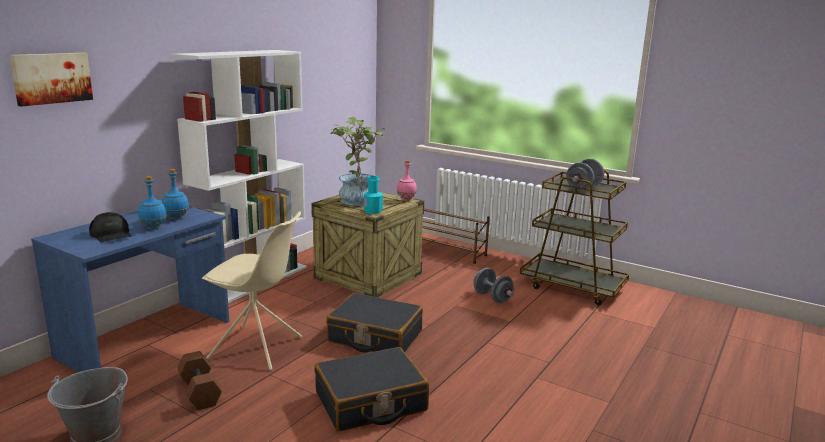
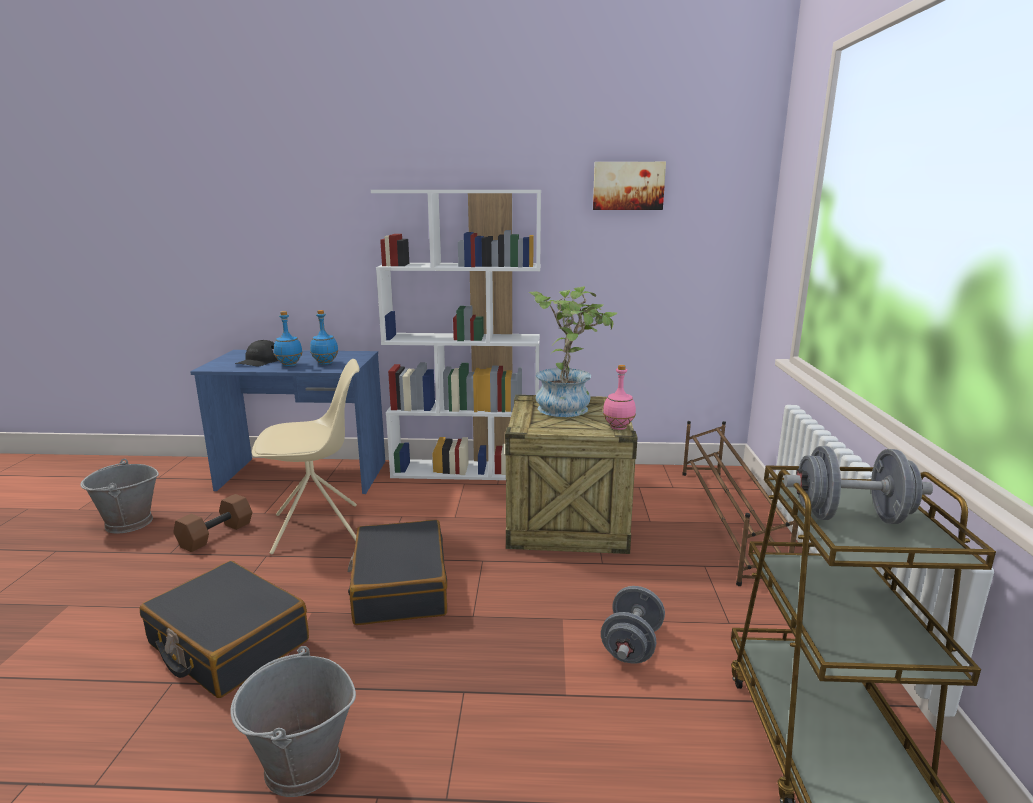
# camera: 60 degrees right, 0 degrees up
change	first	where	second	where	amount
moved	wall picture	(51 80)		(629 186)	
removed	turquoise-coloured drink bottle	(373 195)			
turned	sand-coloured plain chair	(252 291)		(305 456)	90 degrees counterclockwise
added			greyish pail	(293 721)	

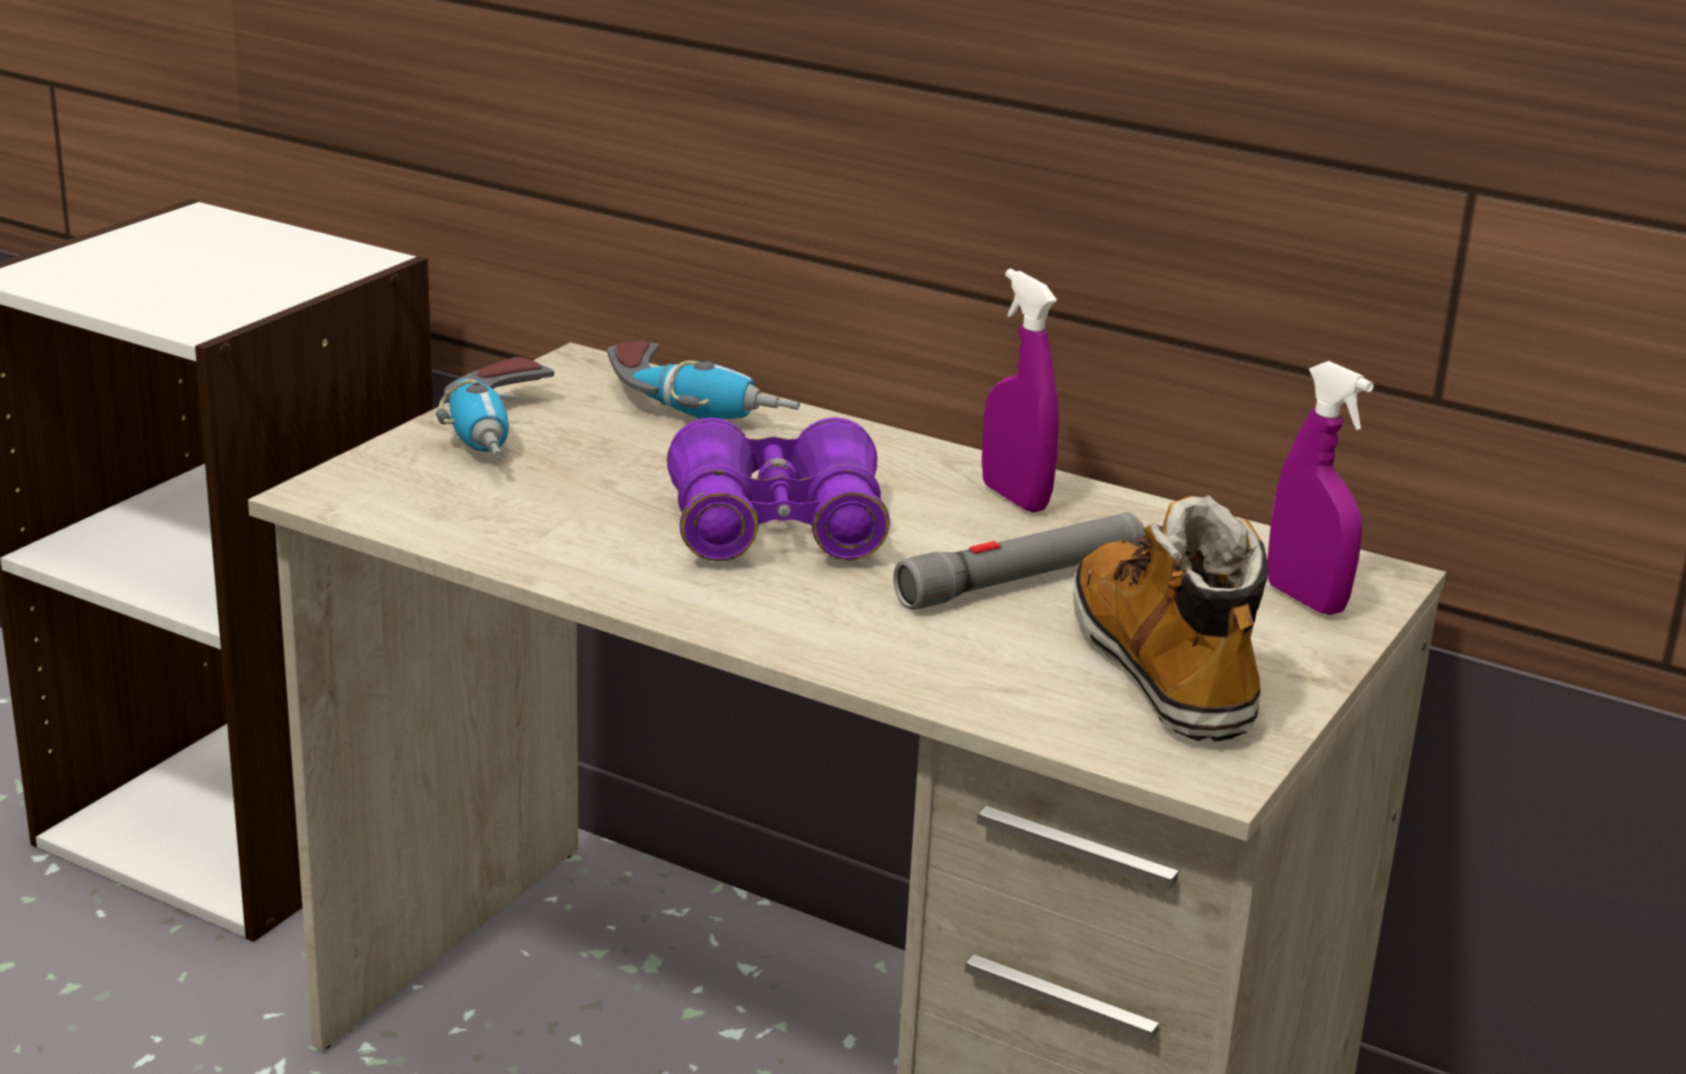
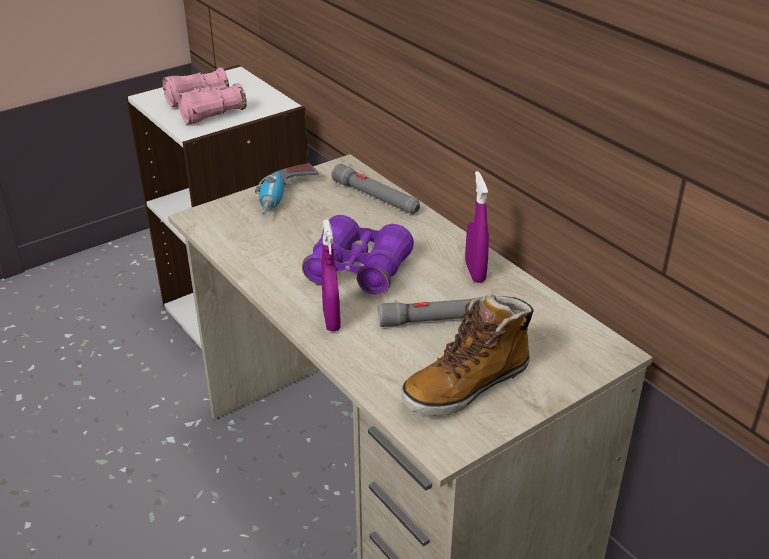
# camera: 25 degrees right, 10 degrees up
change	first	where	second	where	amount
replaced	electric drill	(703 380)	greyish hand torch	(375 189)	
moved	purple-coloured spray bottle	(1320 488)		(331 275)	
turned	high-top boot	(1171 618)		(467 354)	135 degrees counterclockwise
added			pink field glasses	(204 96)	

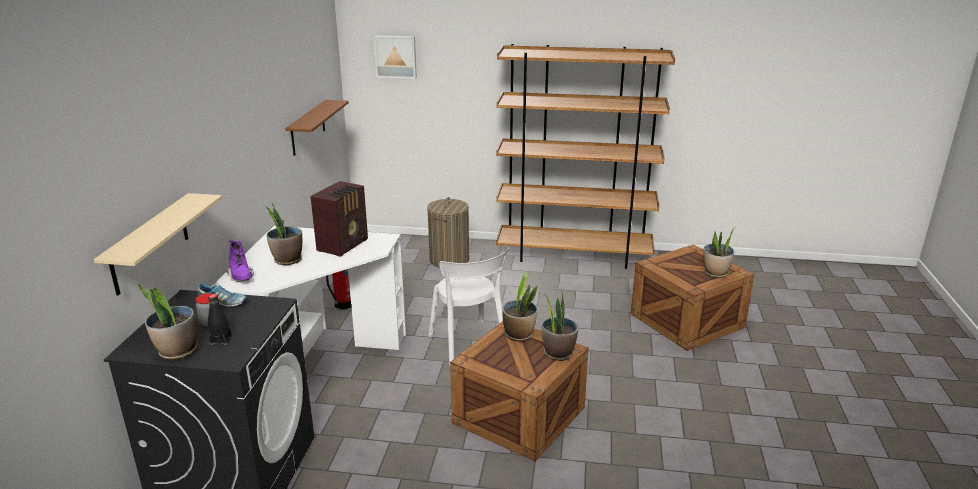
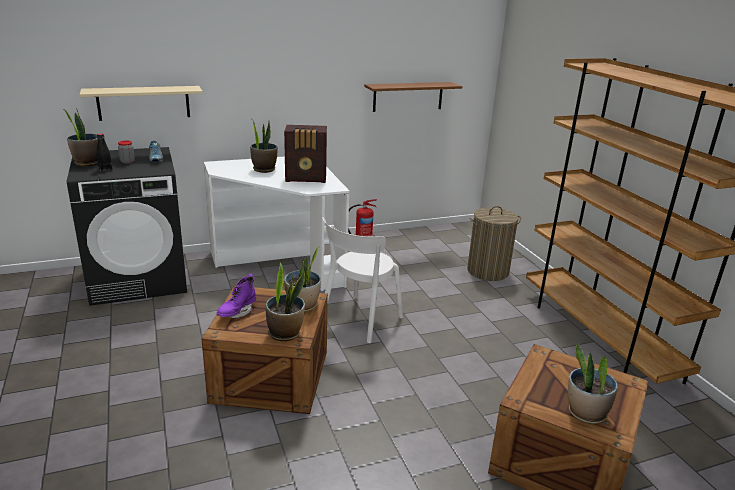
# camera: 60 degrees right, 0 degrees up
change	first	where	second	where	amount
removed	wall picture	(395 57)			
moved	purple-coloured high-top boot	(240 261)		(236 296)	

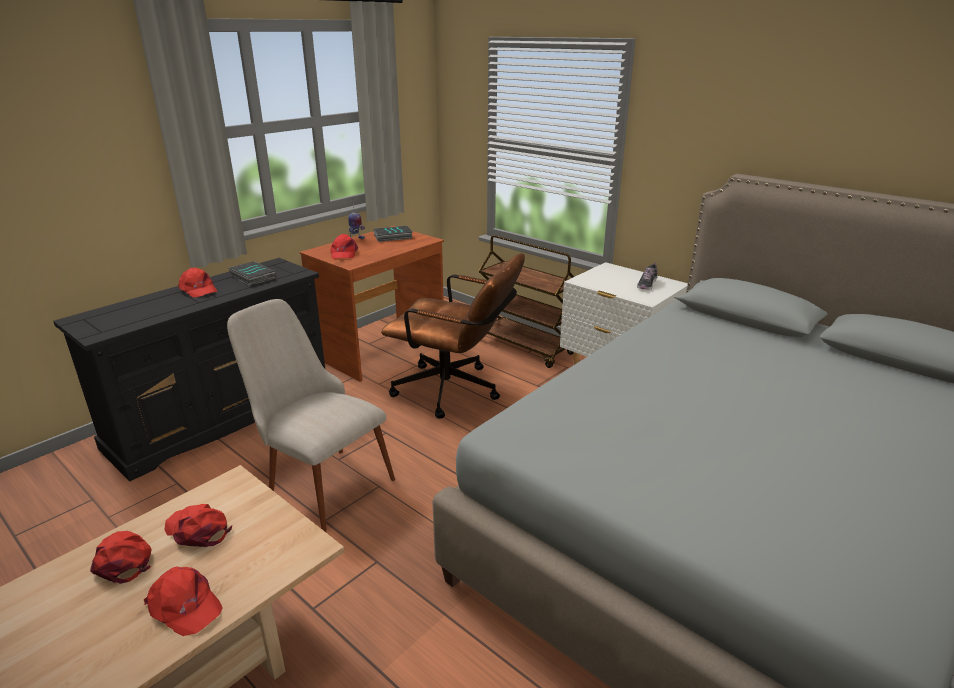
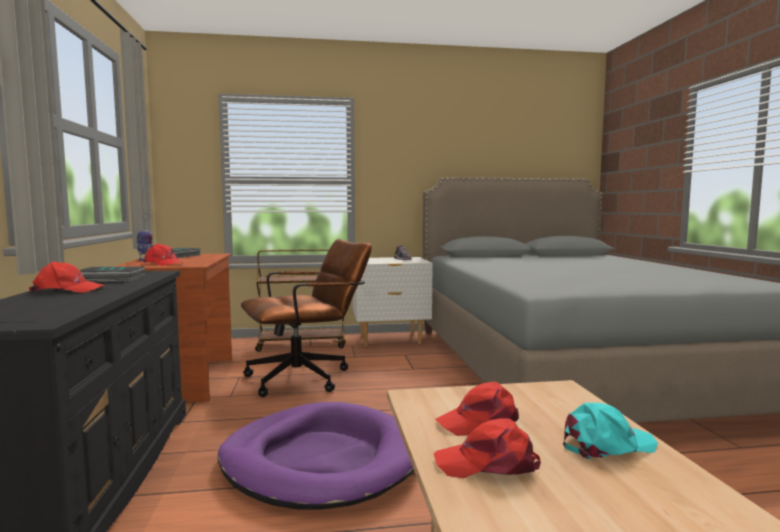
# camera: 50 degrees left, 20 degrees down
change	first	where	second	where	amount
replaced	sand-coloured plain chair	(311 415)	purple-coloured pet bed	(316 456)	
recoloured	red cap	(183 601)	turquoise-coloured cap	(610 431)	

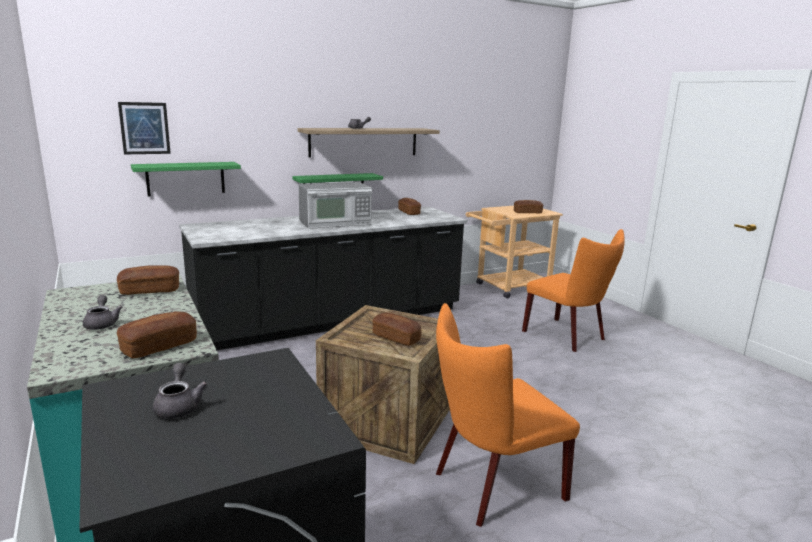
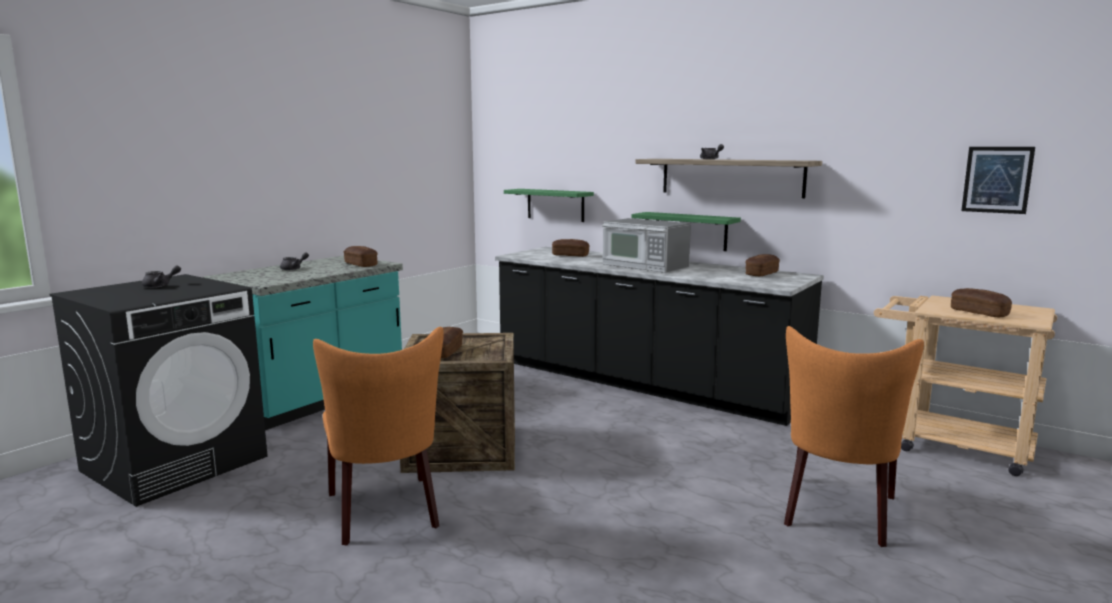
# camera: 65 degrees right, 5 degrees down
change	first	where	second	where	amount
moved	wall picture	(144 128)		(998 180)	
turned	orange-coloured plain chair	(508 415)		(378 436)	150 degrees counterclockwise
moved	bread	(157 334)		(570 248)	

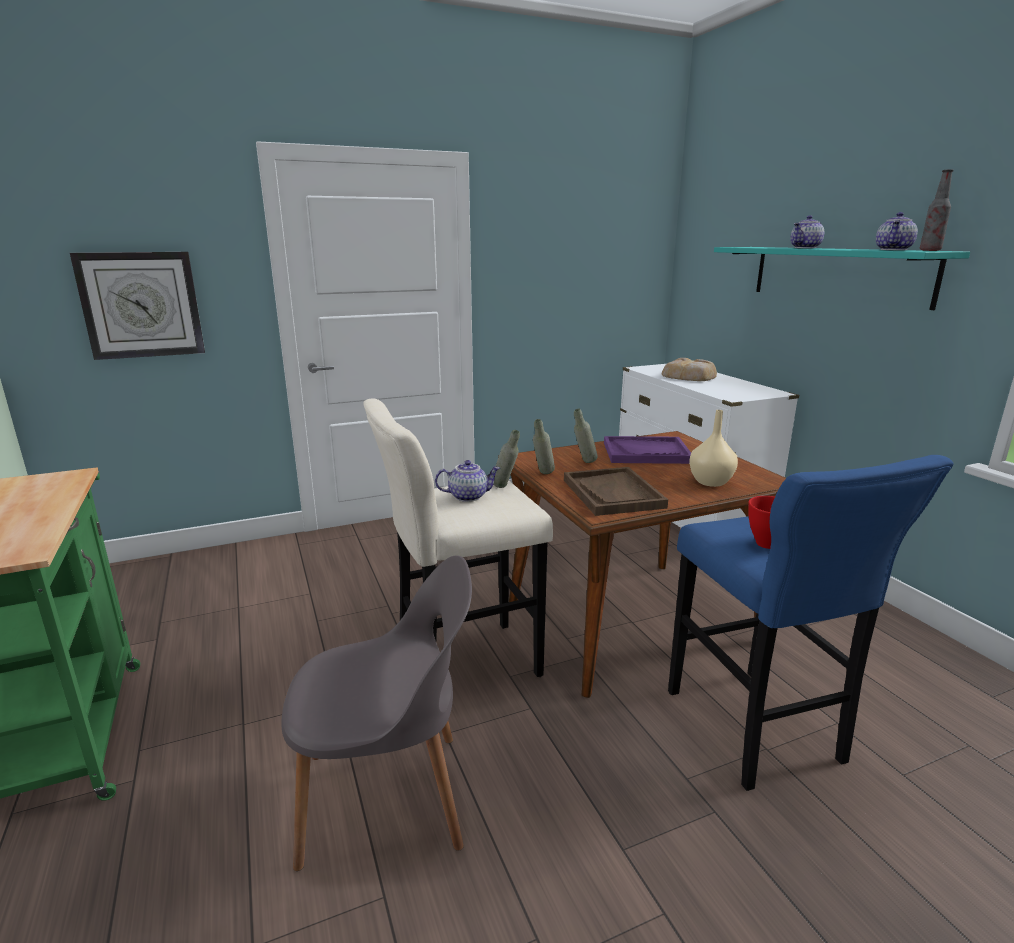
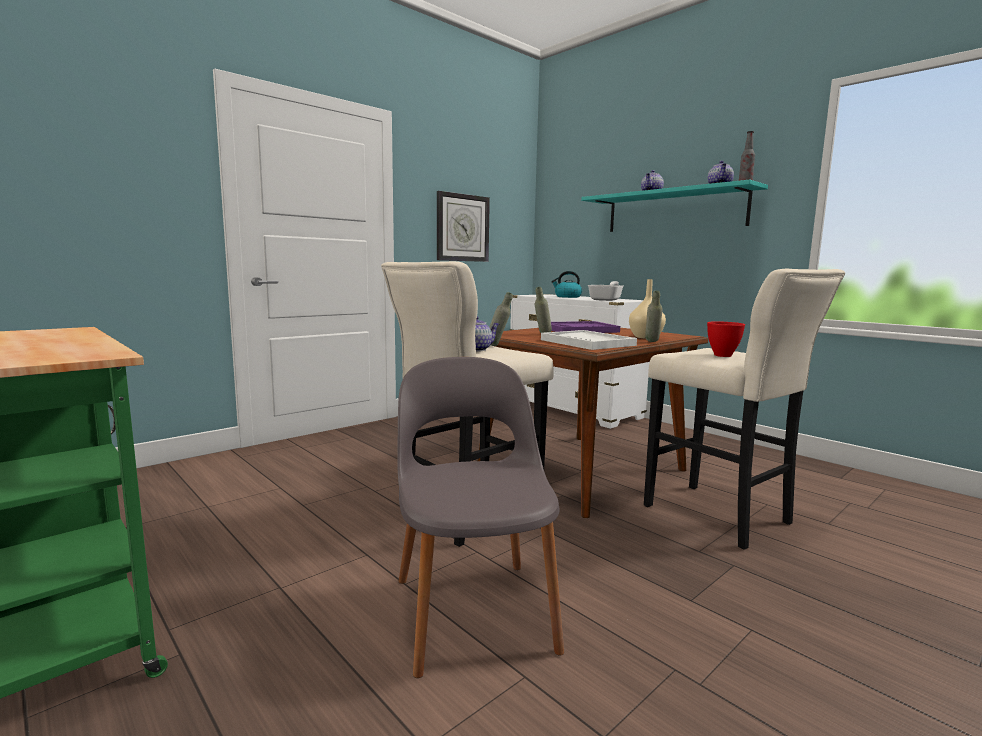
# camera: 20 degrees left, 10 degrees down
change	first	where	second	where	amount
moved	clock on the wall	(137 306)		(463 226)	
replaced	bread	(689 369)	kettle	(566 284)	
moved	greyish drink bottle	(544 446)		(654 316)	
recoloured	bluish stool	(811 623)	sand-coloured stool	(744 409)	
recoloured	brown-coloured serving tray	(616 491)	white-coloured serving tray	(589 340)	
turned	greyish plain chair	(377 713)		(480 517)	75 degrees counterclockwise
added			skillet	(605 291)	

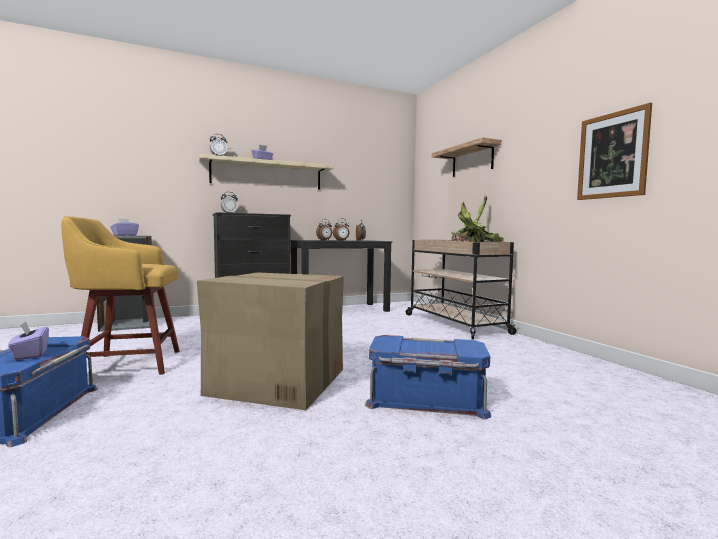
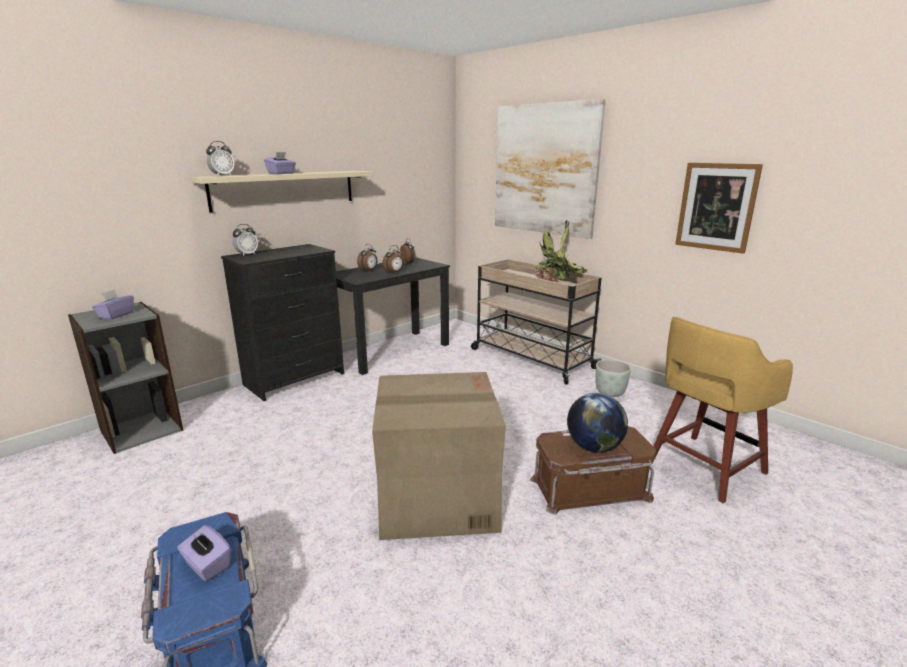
# camera: 20 degrees left, 15 degrees up
change	first	where	second	where	amount
replaced	shelf	(466 157)	wall picture	(550 169)	
moved	yellow stool	(120 295)		(723 410)	
recoloured	bluish storage container	(428 377)	brown-coloured storage container	(593 470)	
added			greyish plant pot	(613 378)	
added			globe	(597 422)	

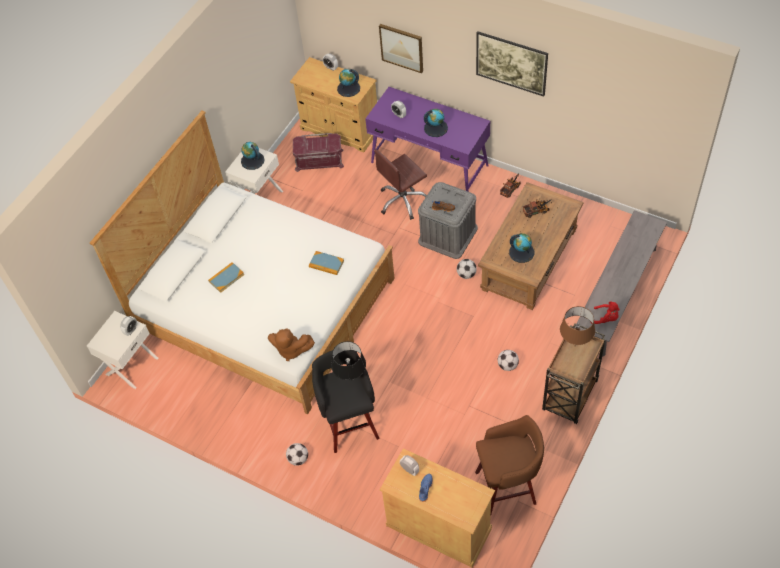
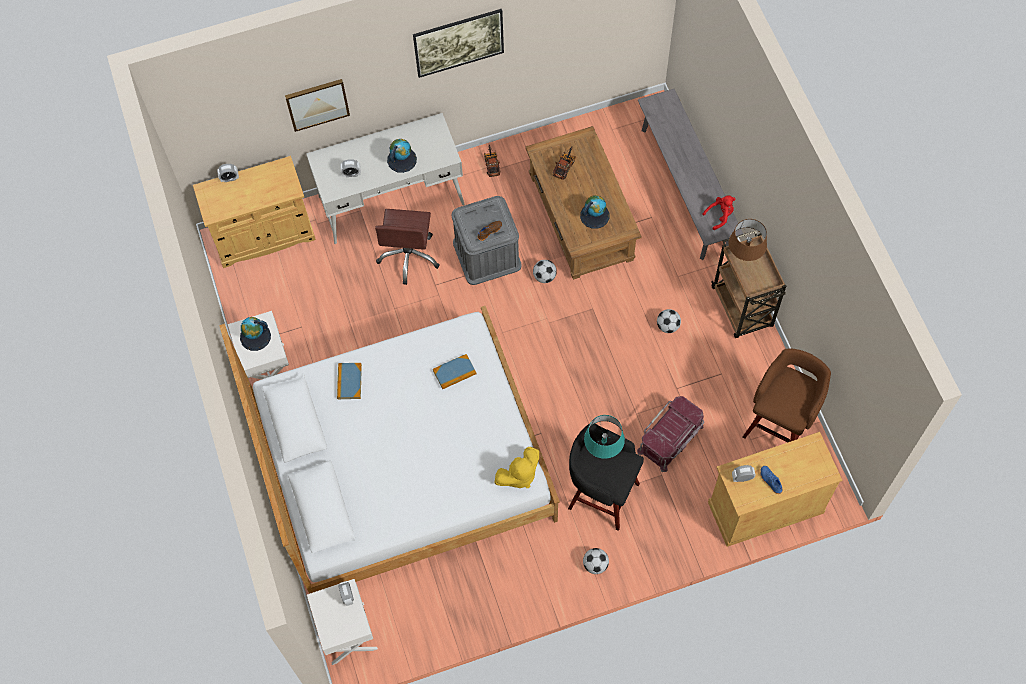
# camera: 50 degrees left, 10 degrees up
change	first	where	second	where	amount
removed	globe	(348 83)			
recoloured	purple-coloured desk	(427 139)	white-coloured desk	(385 178)	
moved	red storage container	(318 152)		(670 434)	
moved	bound book	(226 277)		(349 381)	
recoloured	brown-coloured plush toy	(291 344)	yellow plush toy	(517 467)	
recoloured	black-coloured lamp for a table	(348 361)	turquoise-coloured lamp for a table	(604 437)	

